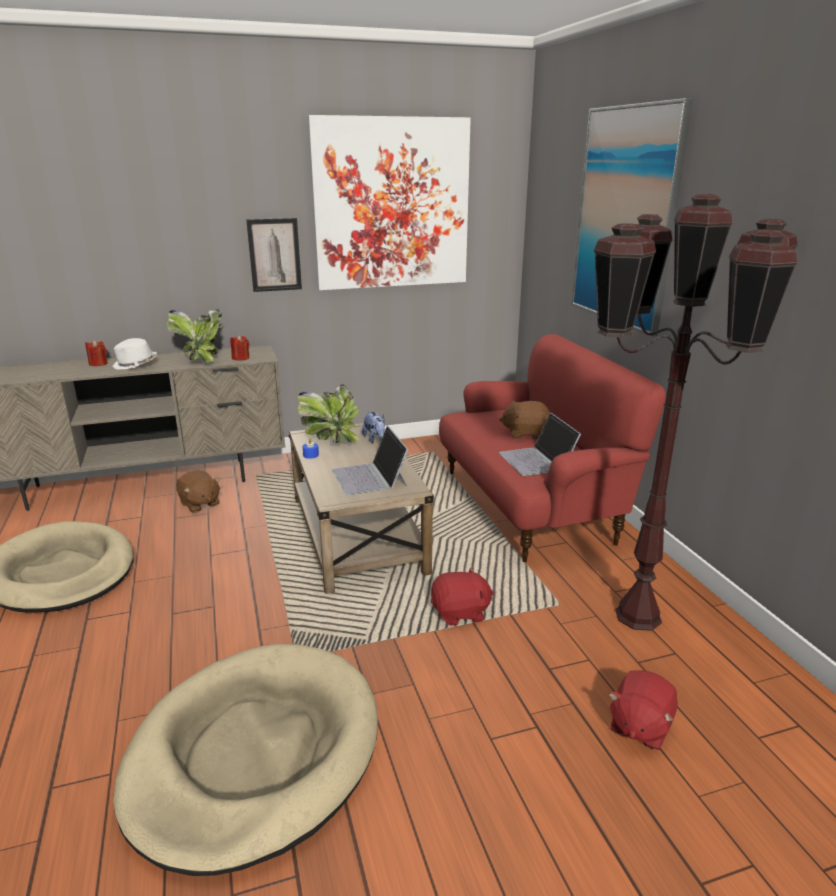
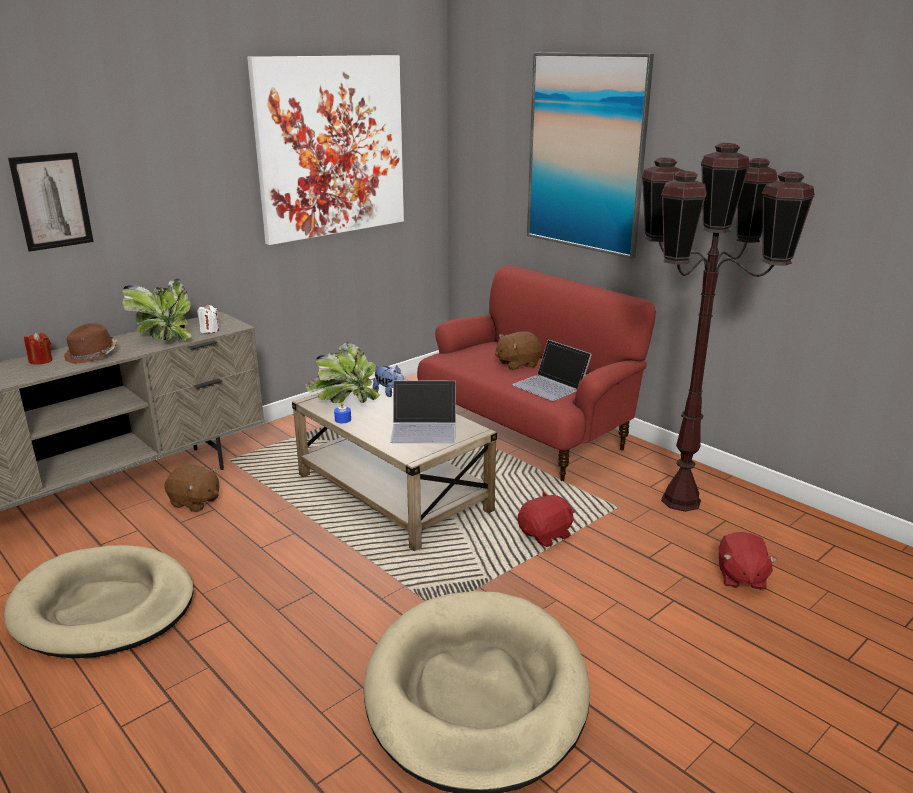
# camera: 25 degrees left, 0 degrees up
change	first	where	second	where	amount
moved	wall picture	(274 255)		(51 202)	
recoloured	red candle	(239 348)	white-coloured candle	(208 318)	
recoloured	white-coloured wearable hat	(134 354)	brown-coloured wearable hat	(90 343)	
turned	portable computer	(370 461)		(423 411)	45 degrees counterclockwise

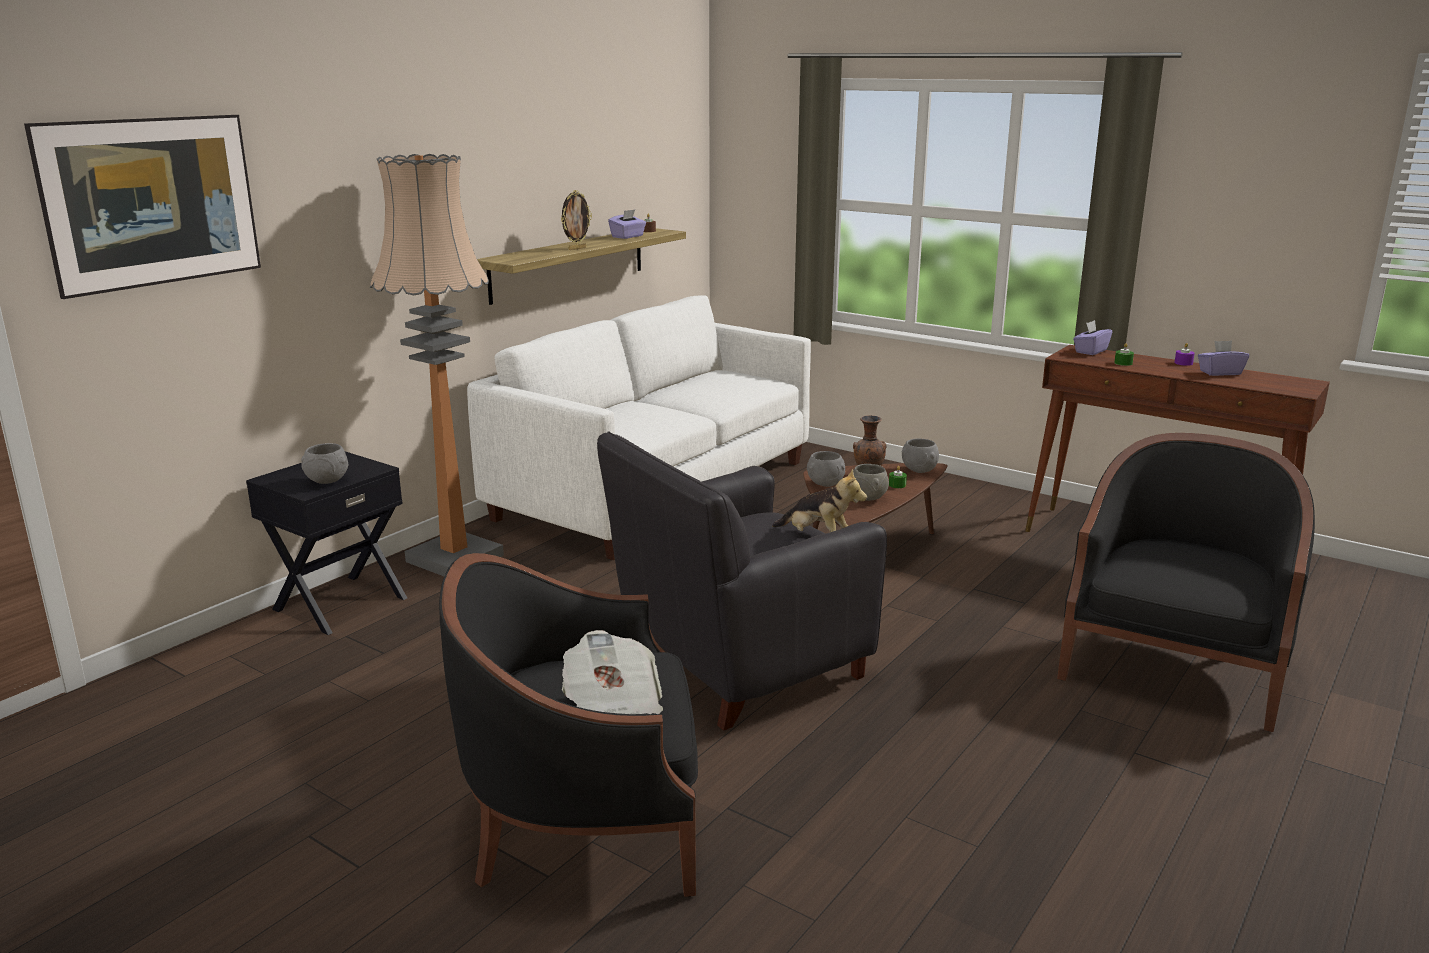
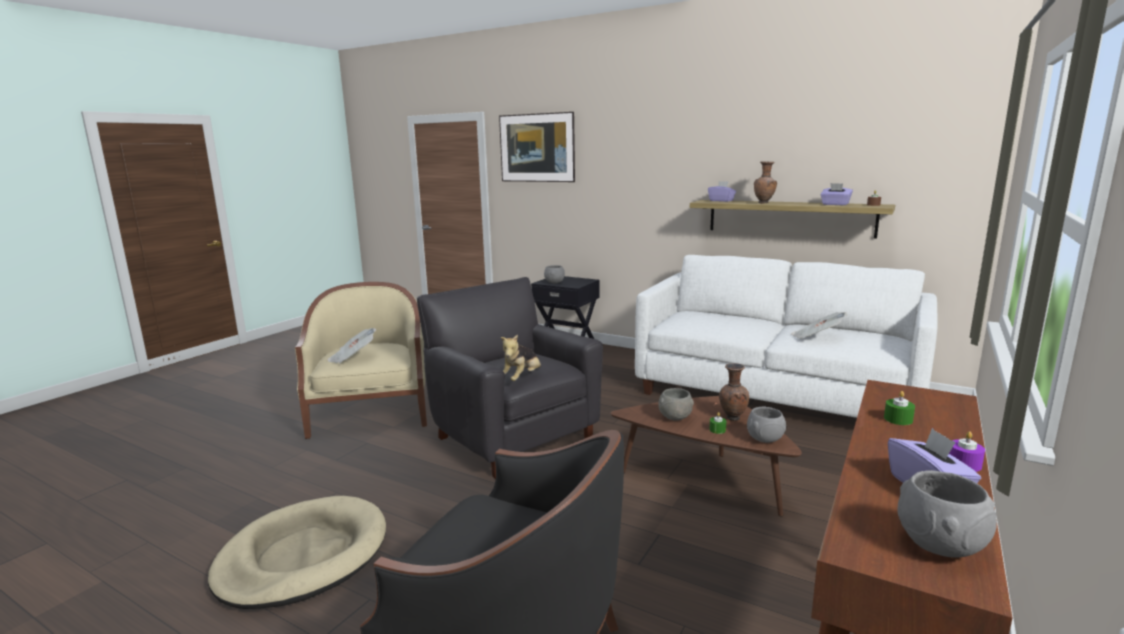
# camera: 85 degrees right, 5 degrees down
change	first	where	second	where	amount
removed	standing lamp	(437 365)			
replaced	photo frame	(576 220)	brown-coloured decorative vase	(765 182)	
moved	purple-coloured tissue holder	(1092 337)		(722 191)	
moved	greyish deep dish	(826 469)		(947 514)	
recoloured	black-coloured lounge chair	(568 725)	sand-coloured lounge chair	(361 360)	
added			newspaper	(819 325)	
added			sand-coloured pet bed	(297 552)	

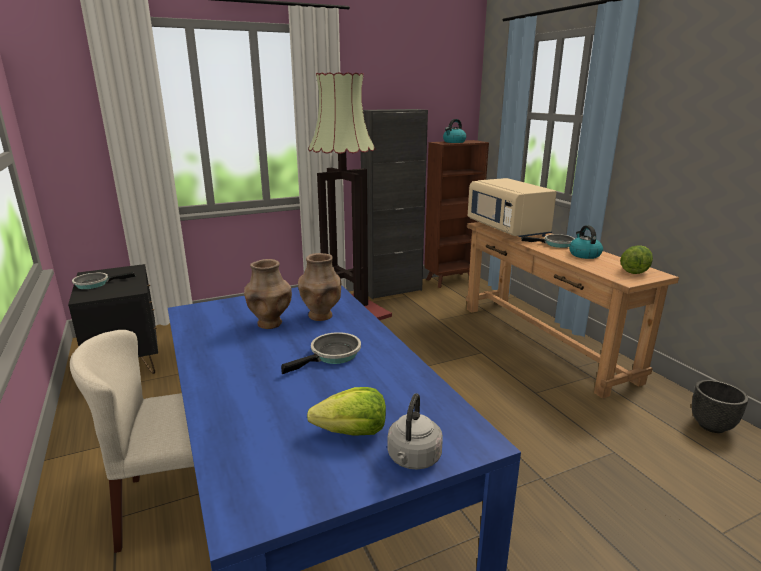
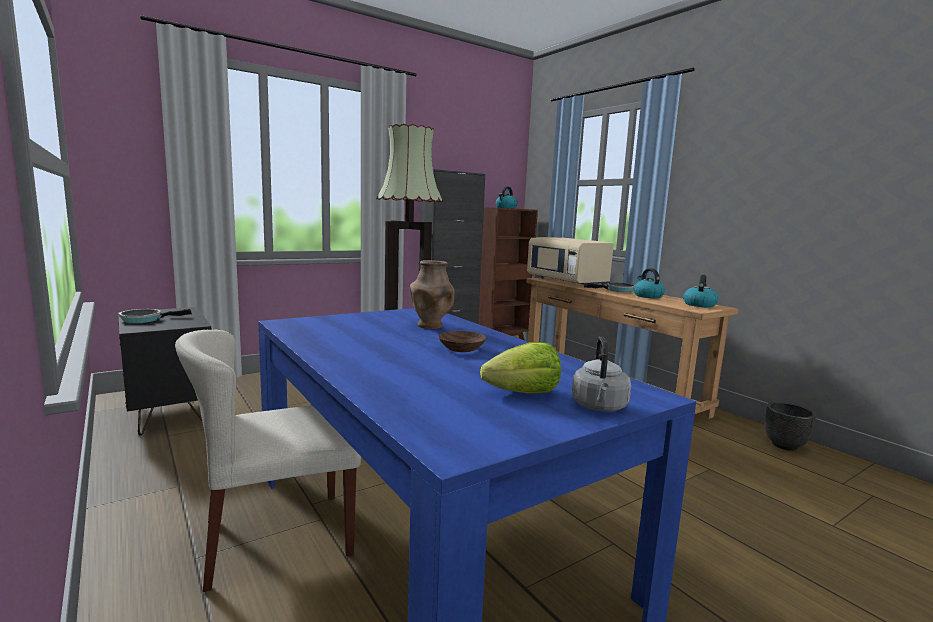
# camera: 10 degrees left, 10 degrees down
change	first	where	second	where	amount
replaced	head of lettuce	(636 259)	kettle	(700 291)	
removed	brown-coloured decorative vase	(268 294)			
replaced	skillet	(321 353)	brown-coloured deep dish	(462 341)	

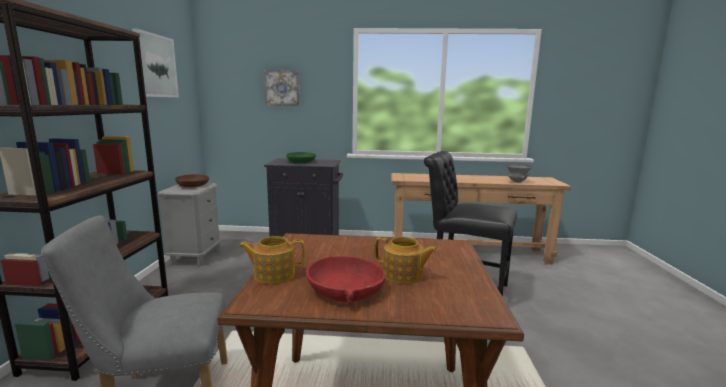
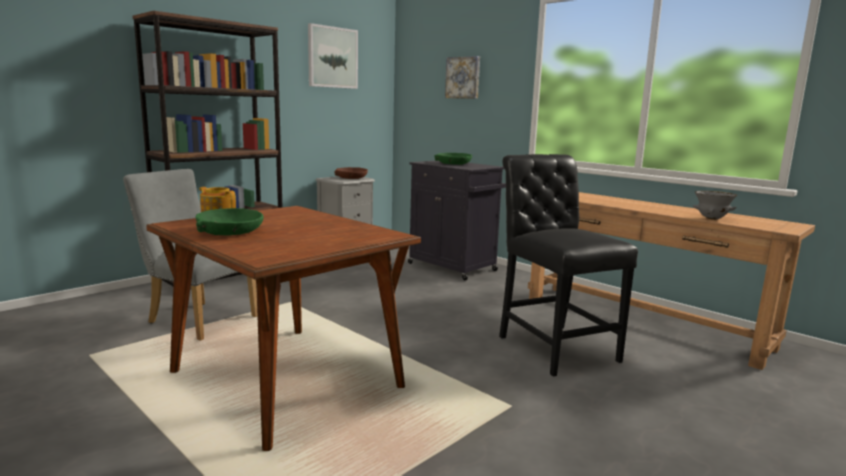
# camera: 40 degrees right, 0 degrees up
change	first	where	second	where	amount
removed	pot for tea	(406 260)			
recoloured	red deep dish	(345 280)	greenish deep dish	(229 221)	

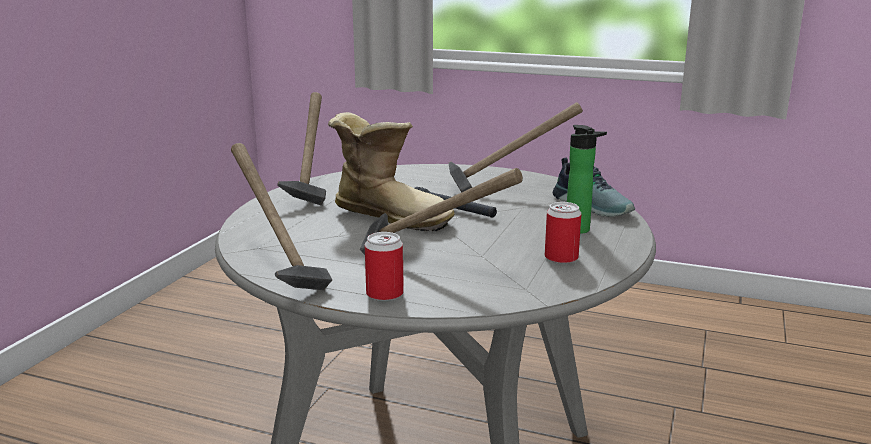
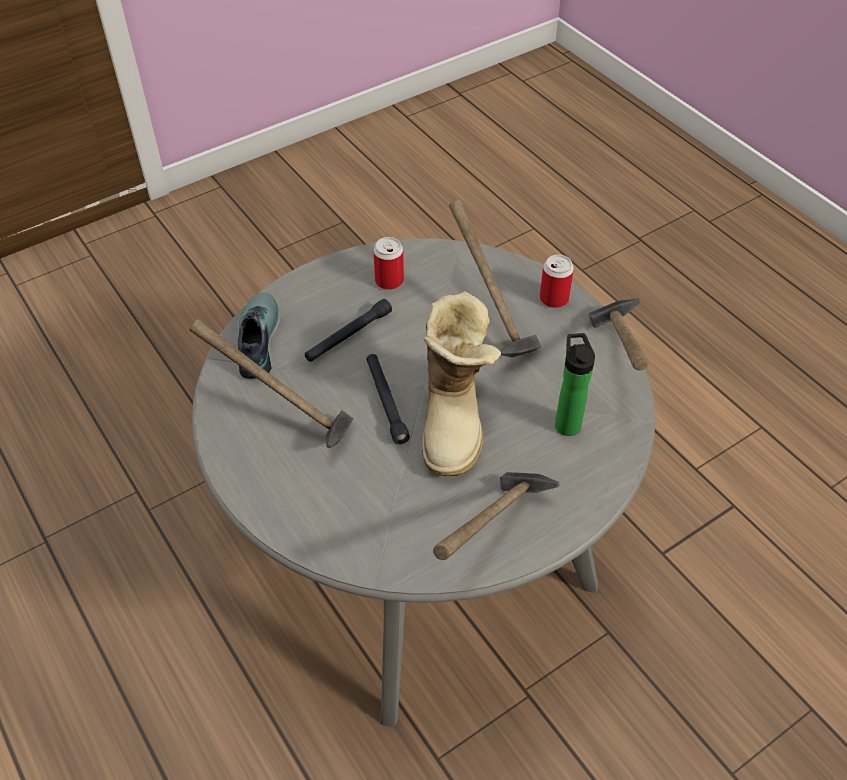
# camera: 145 degrees left, 30 degrees up
change	first	where	second	where	amount
turned	high-top boot	(391 171)		(461 383)	150 degrees counterclockwise
moved	drink bottle	(587 179)		(575 384)	
added			black-coloured hand torch	(348 330)	

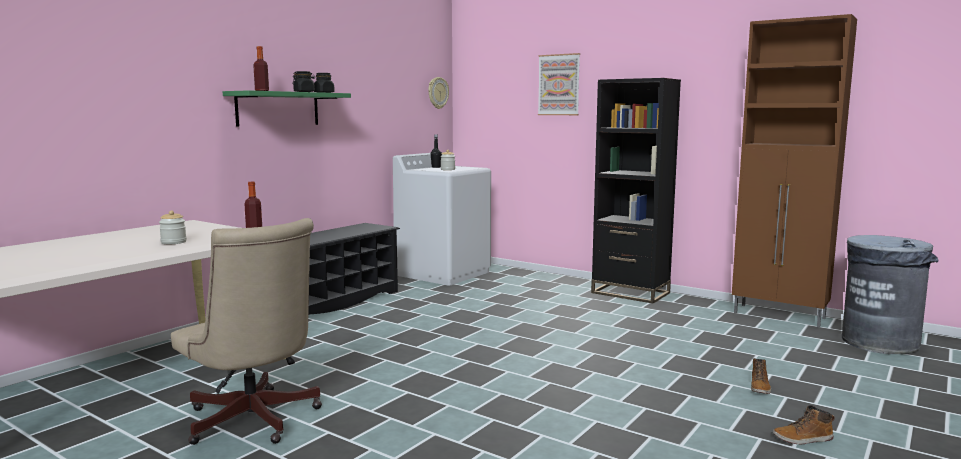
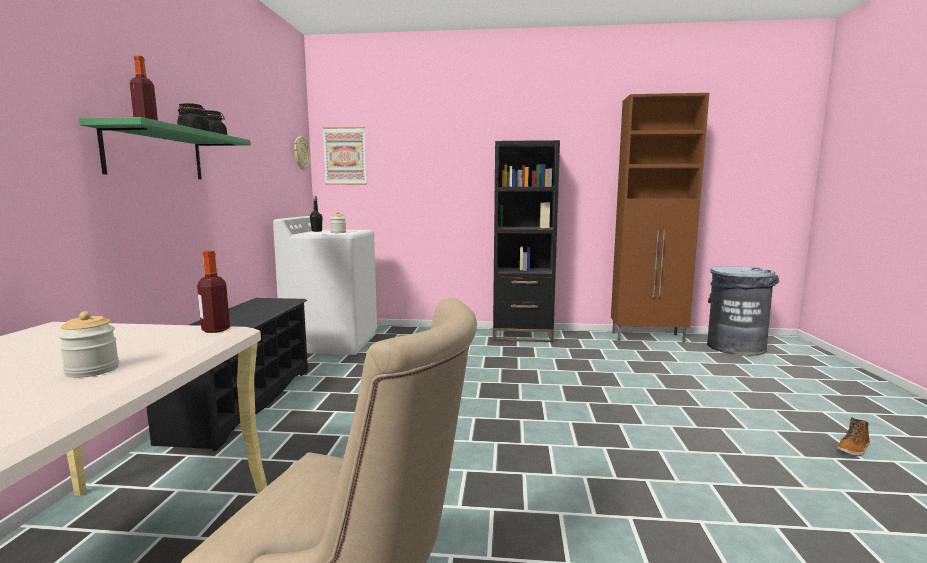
# camera: 30 degrees left, 0 degrees up
change	first	where	second	where	amount
moved	wall picture	(559 84)		(344 156)	
removed	high-top boot	(761 376)			

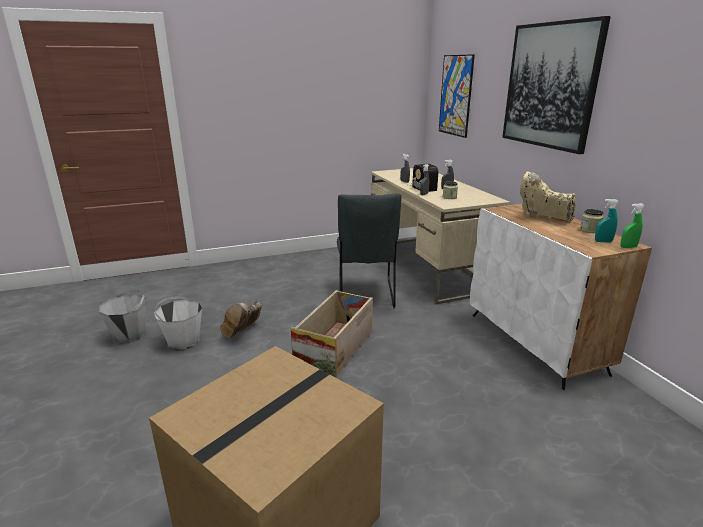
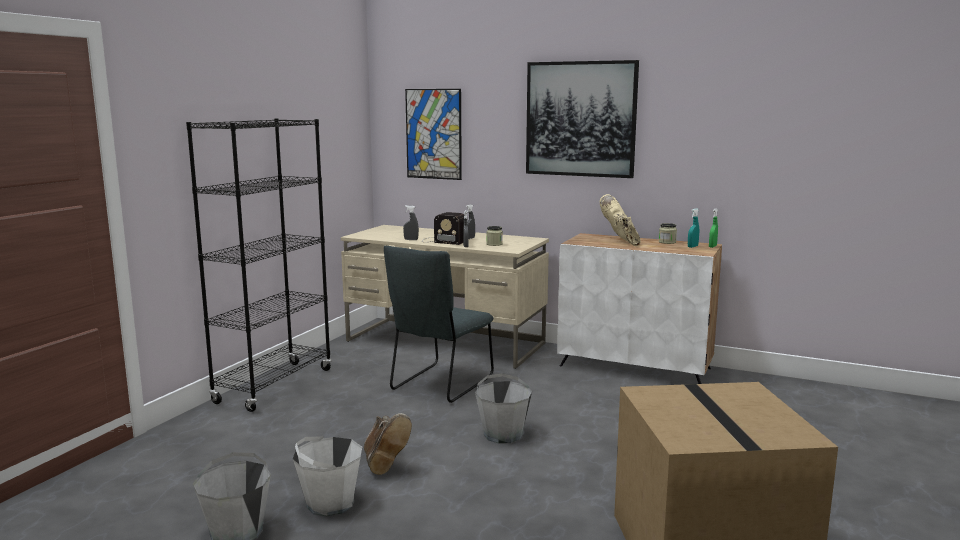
# camera: 45 degrees left, 10 degrees down
change	first	where	second	where	amount
turned	sand-coloured high-top boot	(548 196)		(620 220)	90 degrees clockwise
turned	greyish plain chair	(369 250)		(439 324)	75 degrees clockwise
replaced	crate	(332 334)	greyish pail	(503 408)	
added			black-coloured shelving unit	(259 265)	

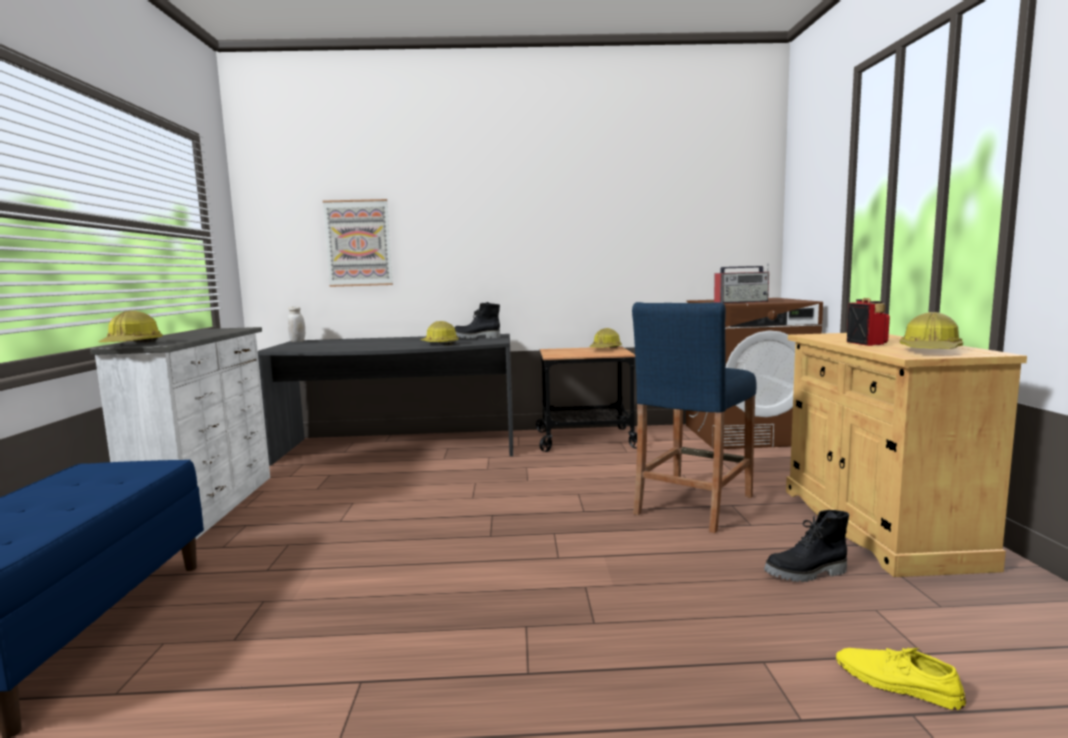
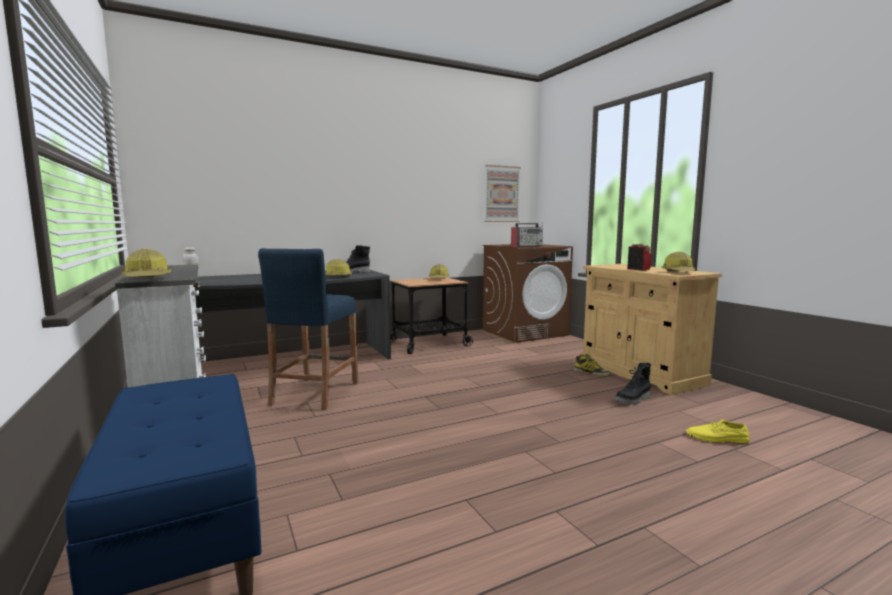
# camera: 25 degrees left, 0 degrees up
change	first	where	second	where	amount
moved	wall picture	(358 243)		(502 193)	
moved	bluish stool	(694 417)		(308 329)	
added			high-top boot	(592 365)	

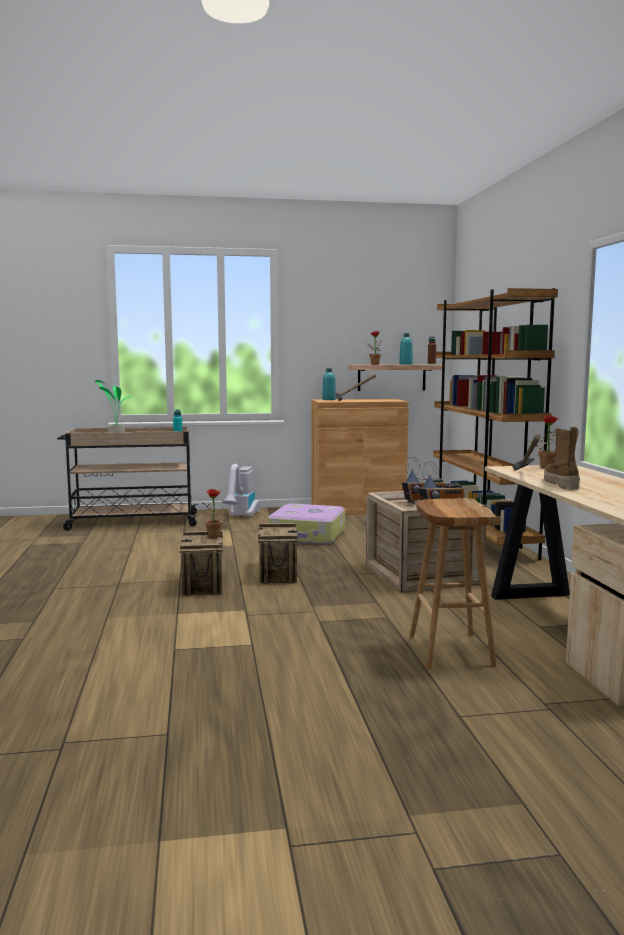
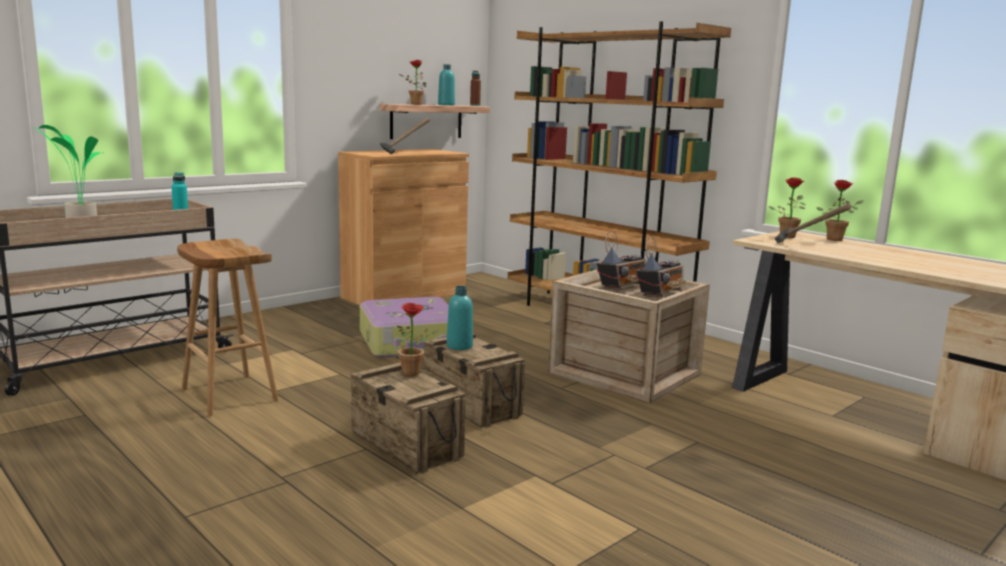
# camera: 35 degrees left, 5 degrees up
change	first	where	second	where	amount
moved	turquoise-coloured drink bottle	(329 384)		(460 318)	
removed	high-top boot	(562 458)			
removed	hoover	(240 490)			
moved	brown-coloured stool	(456 583)		(228 328)	
added			houseplant	(840 210)	

